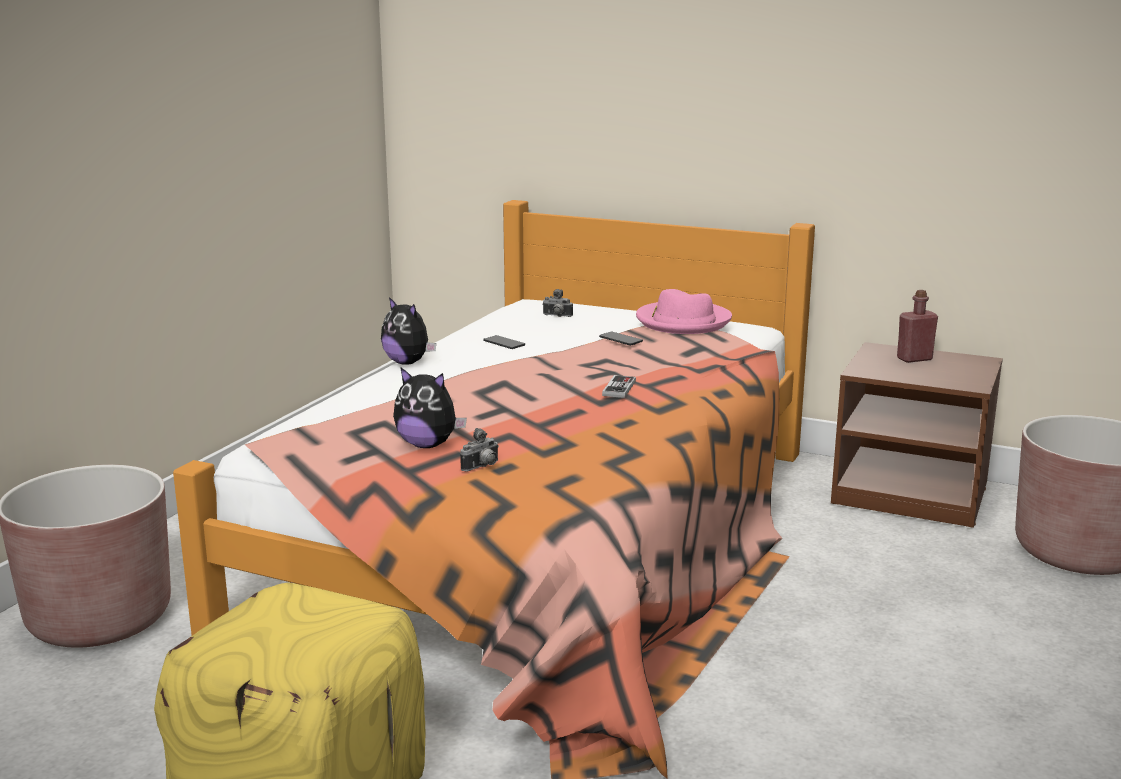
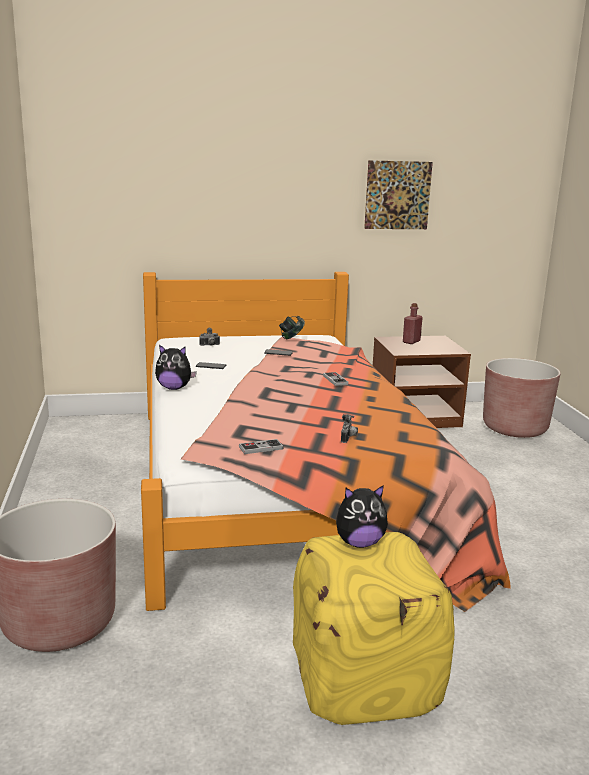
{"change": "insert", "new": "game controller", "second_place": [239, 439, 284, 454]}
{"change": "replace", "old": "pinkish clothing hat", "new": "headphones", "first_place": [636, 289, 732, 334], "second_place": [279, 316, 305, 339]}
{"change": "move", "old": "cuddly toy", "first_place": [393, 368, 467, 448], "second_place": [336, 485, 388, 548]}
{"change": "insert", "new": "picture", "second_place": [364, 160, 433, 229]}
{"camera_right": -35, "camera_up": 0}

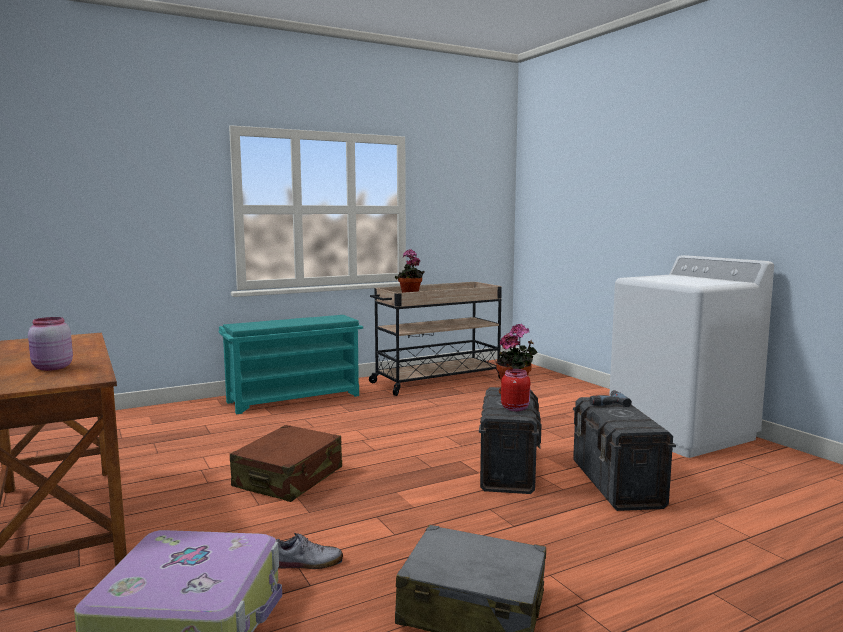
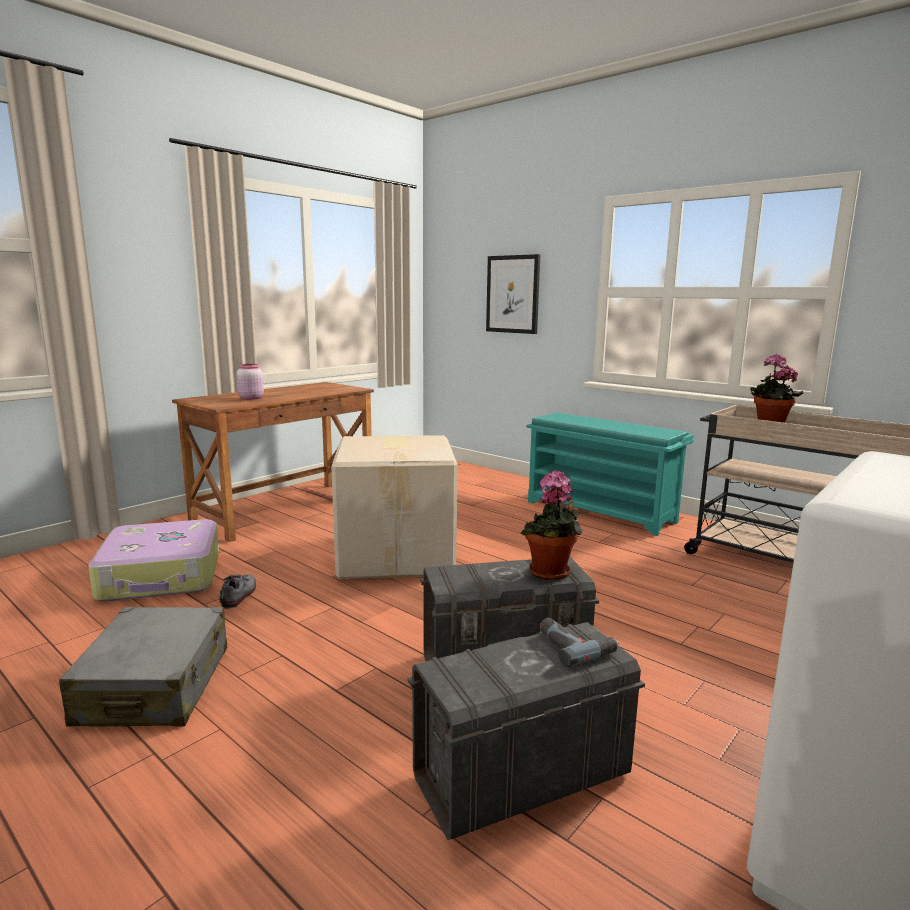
{"change": "rotate", "old": "shoe", "first_place": [276, 533, 343, 569], "second_place": [219, 574, 256, 609], "degrees": -150}
{"change": "replace", "old": "brown-coloured travel case", "new": "carton", "first_place": [230, 425, 342, 502], "second_place": [331, 435, 458, 579]}
{"change": "insert", "new": "picture", "second_place": [486, 254, 540, 334]}
{"change": "delete", "old": "reddish preserve jar", "first_place": [501, 369, 530, 411]}
{"camera_right": 70, "camera_up": 5}

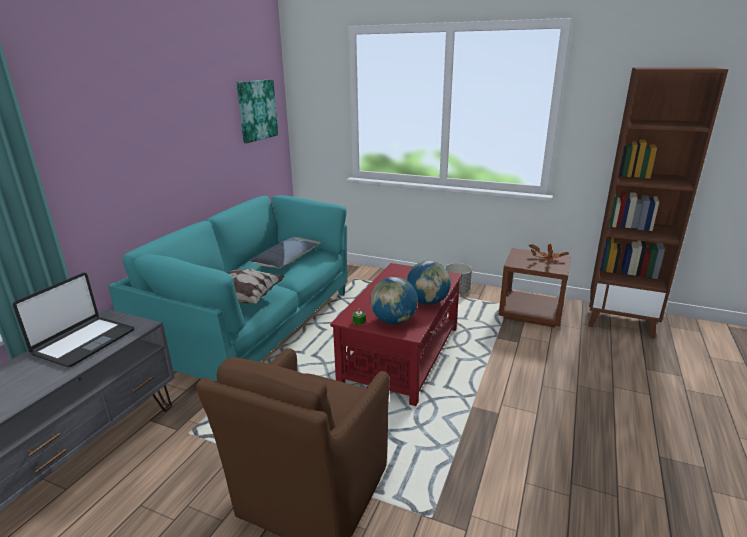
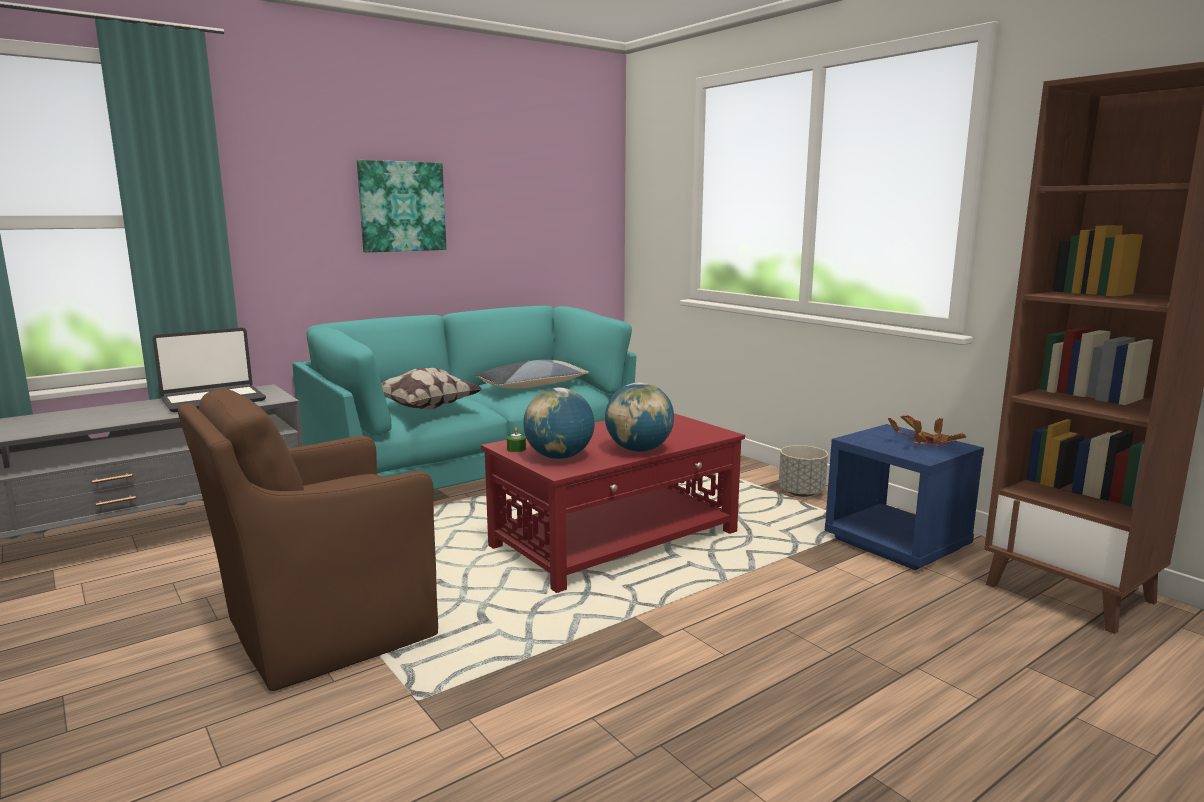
{"change": "move", "old": "picture", "first_place": [237, 79, 278, 143], "second_place": [357, 160, 447, 252]}
{"change": "recolor", "old": "brown-coloured bedside table", "new": "bluish bedside table", "first_place": [499, 248, 571, 327], "second_place": [825, 424, 984, 570]}
{"camera_right": 30, "camera_up": -10}

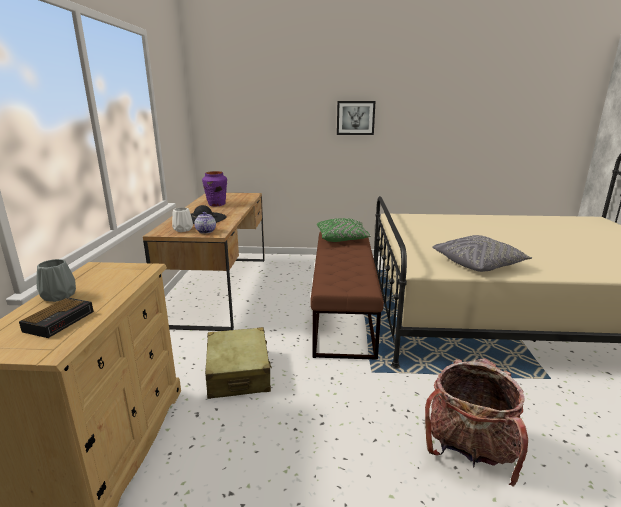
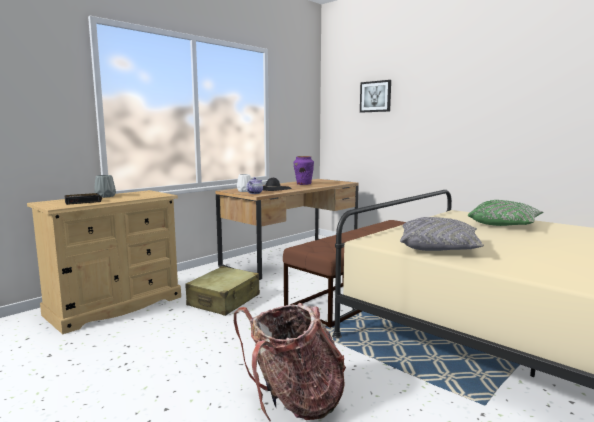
{"change": "move", "old": "picture", "first_place": [337, 101, 375, 135], "second_place": [360, 80, 391, 113]}
{"change": "move", "old": "greenish pillow", "first_place": [317, 218, 371, 242], "second_place": [468, 200, 543, 226]}
{"camera_right": 40, "camera_up": -10}

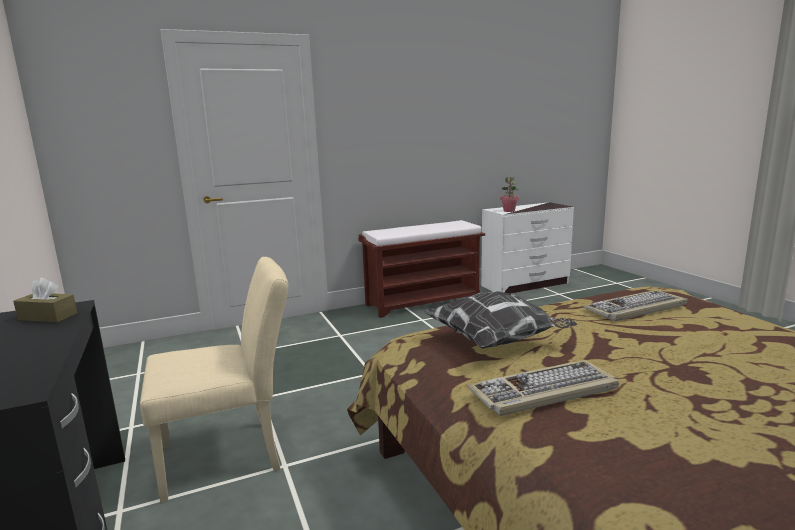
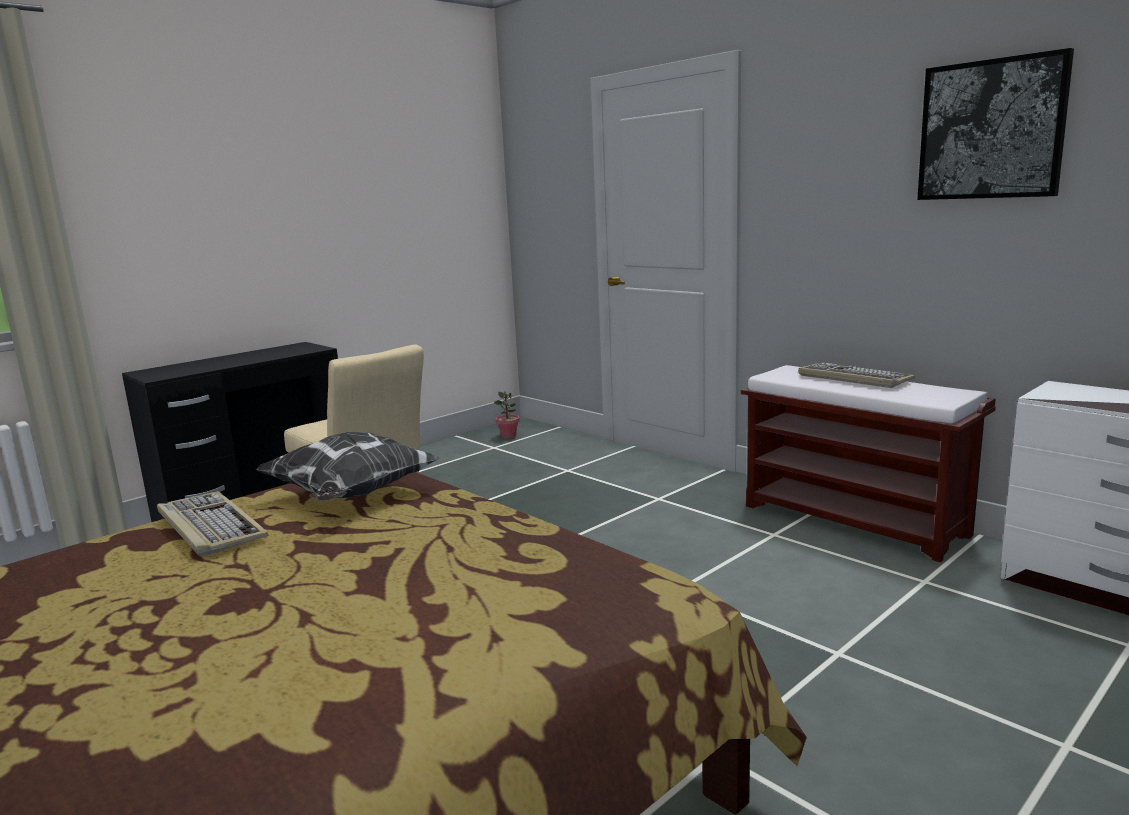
{"change": "move", "old": "plant in a pot", "first_place": [500, 176, 519, 212], "second_place": [494, 391, 520, 438]}
{"change": "move", "old": "computer keyboard", "first_place": [583, 290, 688, 321], "second_place": [798, 363, 915, 388]}
{"change": "insert", "new": "picture", "second_place": [917, 48, 1074, 200]}
{"change": "delete", "old": "brown-coloured tissue holder", "first_place": [13, 278, 77, 323]}
{"camera_right": 70, "camera_up": 0}

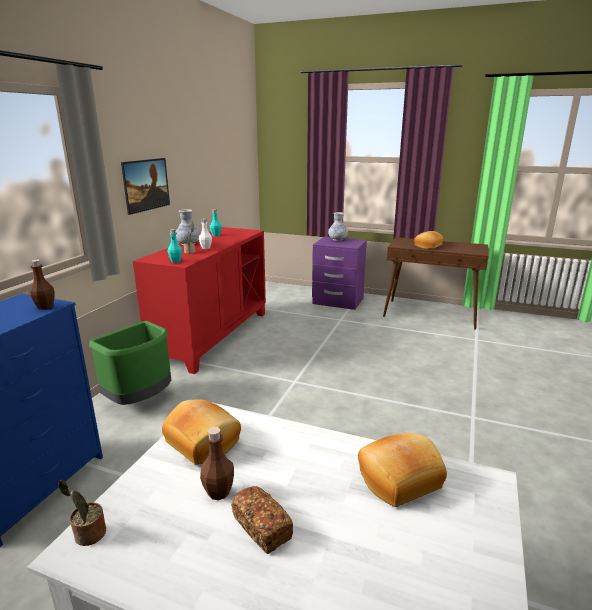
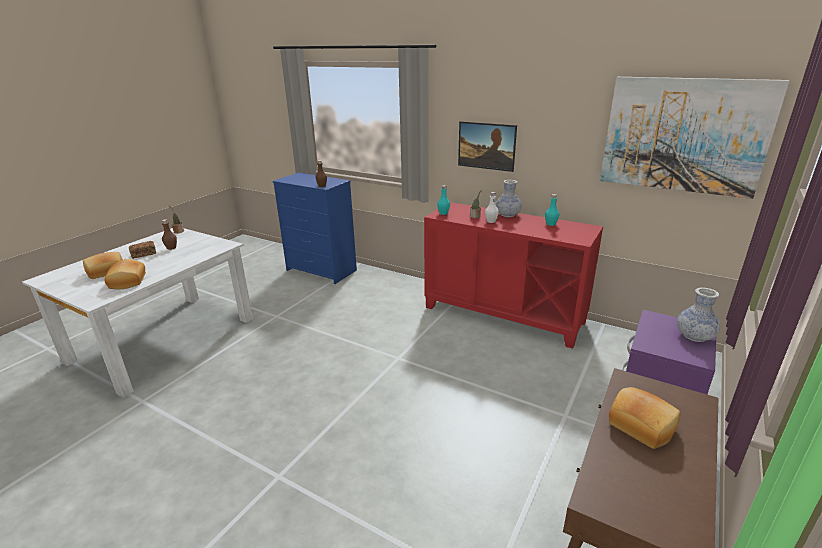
{"change": "move", "old": "baked bread", "first_place": [162, 400, 241, 465], "second_place": [83, 252, 123, 279]}
{"change": "insert", "new": "picture", "second_place": [600, 77, 789, 199]}
{"change": "delete", "old": "greenish rubbish bin", "first_place": [89, 321, 171, 405]}
{"camera_right": 100, "camera_up": 5}

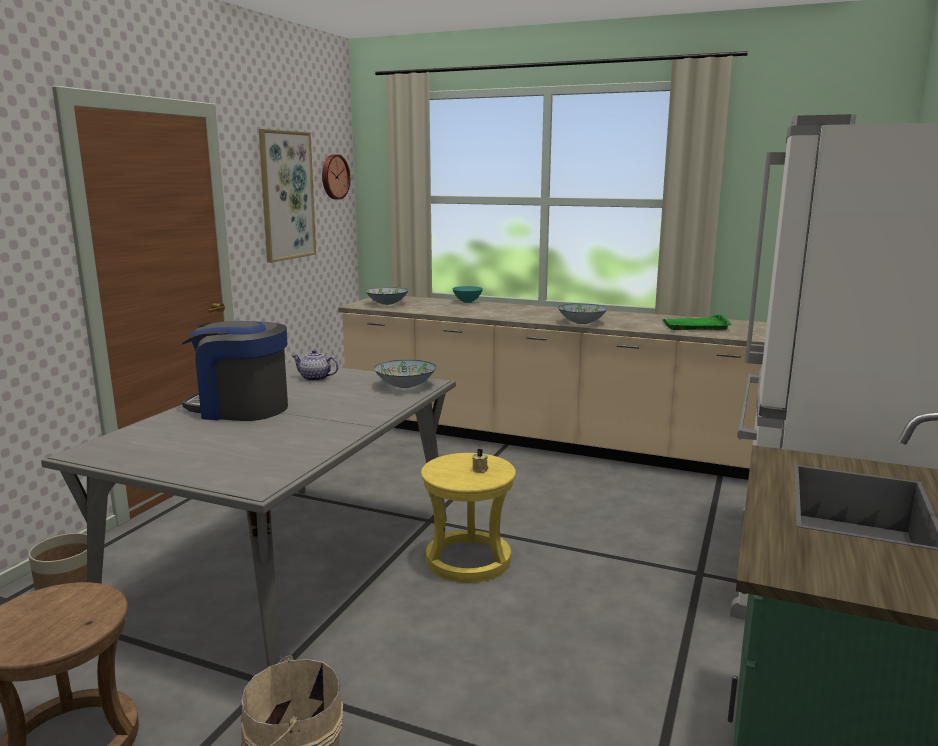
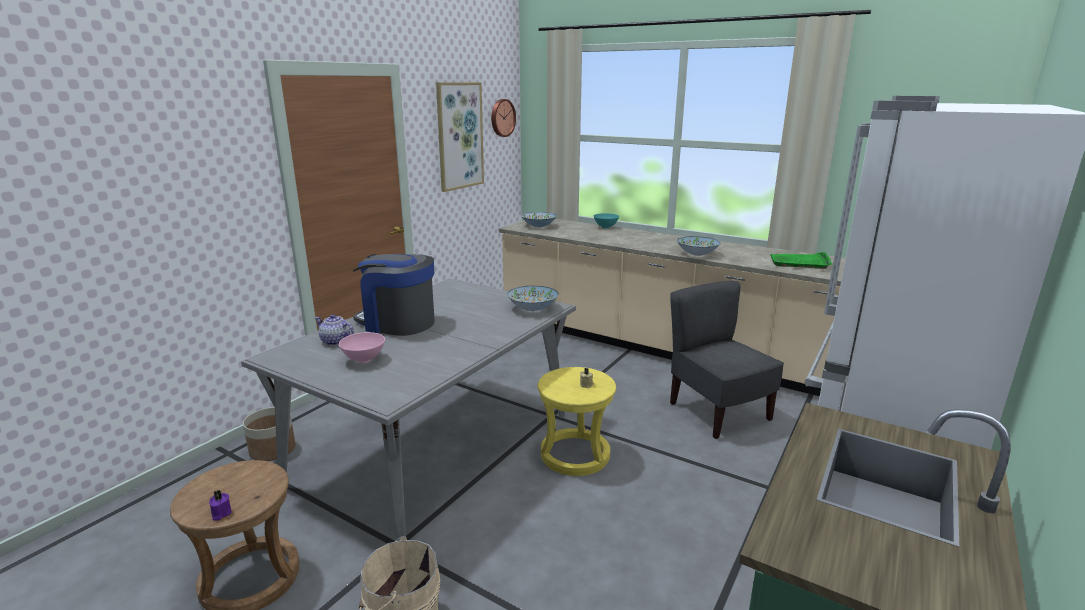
{"change": "insert", "new": "purplish candle", "second_place": [209, 490, 232, 521]}
{"change": "move", "old": "pot for tea", "first_place": [291, 349, 339, 381], "second_place": [315, 314, 354, 346]}
{"change": "insert", "new": "pinkish bowl", "second_place": [339, 332, 385, 363]}
{"change": "insert", "new": "grey chair", "second_place": [670, 281, 784, 439]}
{"camera_right": 10, "camera_up": 5}

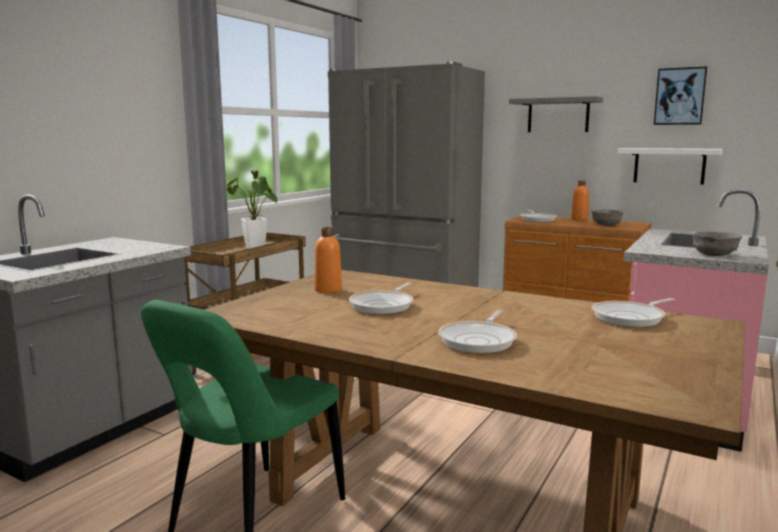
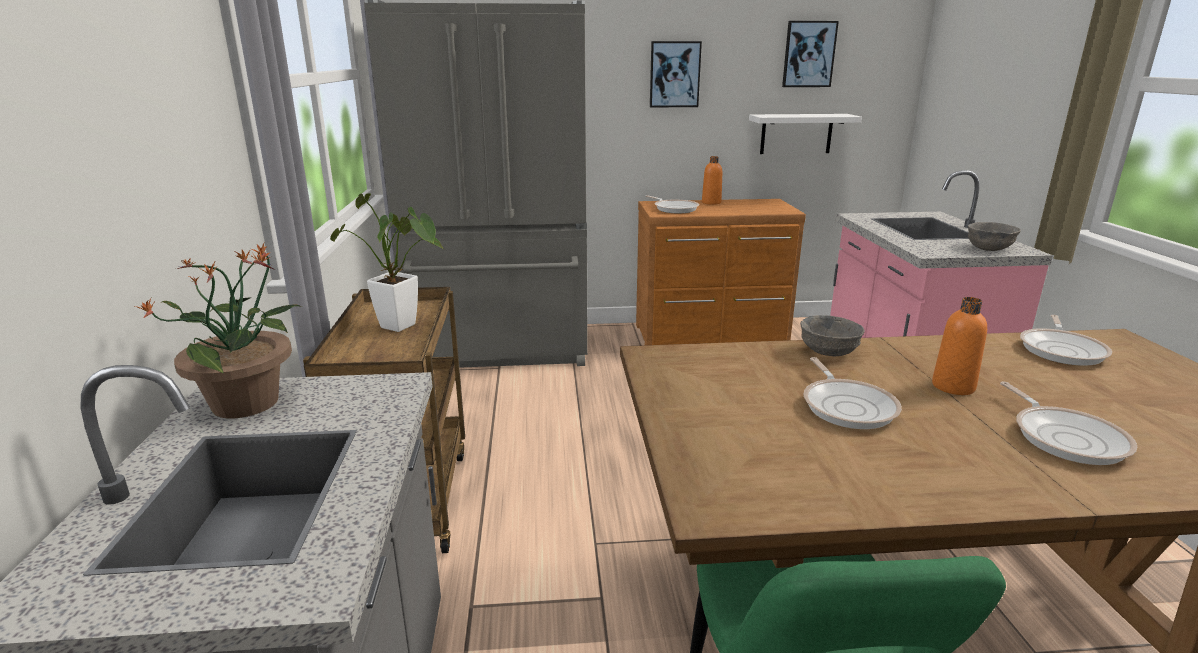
{"change": "insert", "new": "plant in a pot", "second_place": [135, 241, 302, 418]}
{"change": "replace", "old": "grey shelf", "new": "picture", "first_place": [509, 96, 603, 132], "second_place": [650, 41, 702, 107]}
{"change": "move", "old": "grey bowl", "first_place": [591, 209, 623, 226], "second_place": [800, 315, 865, 357]}
{"change": "move", "old": "orange-coloured beverage bottle", "first_place": [315, 227, 342, 293], "second_place": [932, 297, 987, 395]}
{"camera_right": -35, "camera_up": 10}

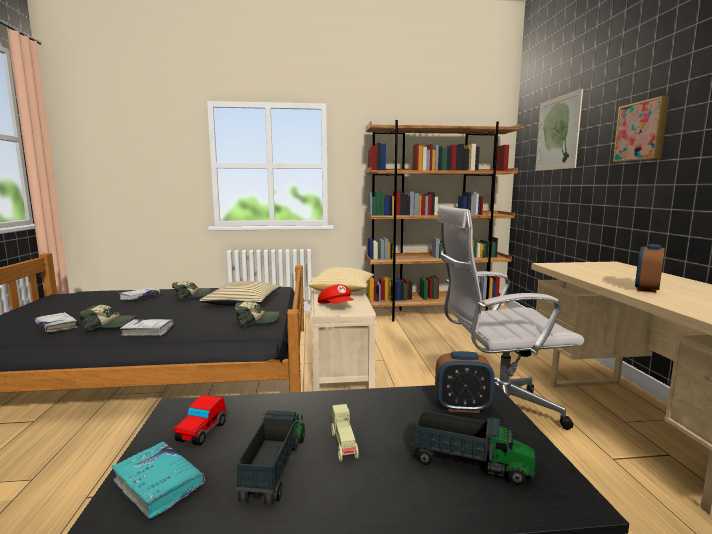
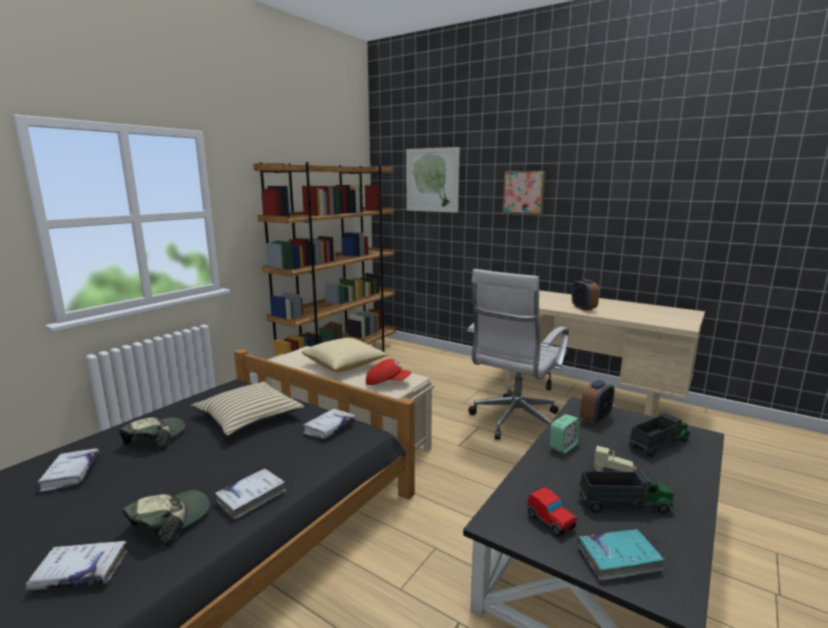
{"change": "replace", "old": "peaked cap", "new": "white-coloured bound book", "first_place": [234, 302, 279, 328], "second_place": [303, 409, 355, 439]}
{"change": "insert", "new": "bedside clock", "second_place": [550, 414, 580, 454]}
{"change": "rotate", "old": "model truck", "first_place": [236, 410, 305, 504], "second_place": [578, 468, 674, 514], "degrees": 135}
{"camera_right": -50, "camera_up": 5}

